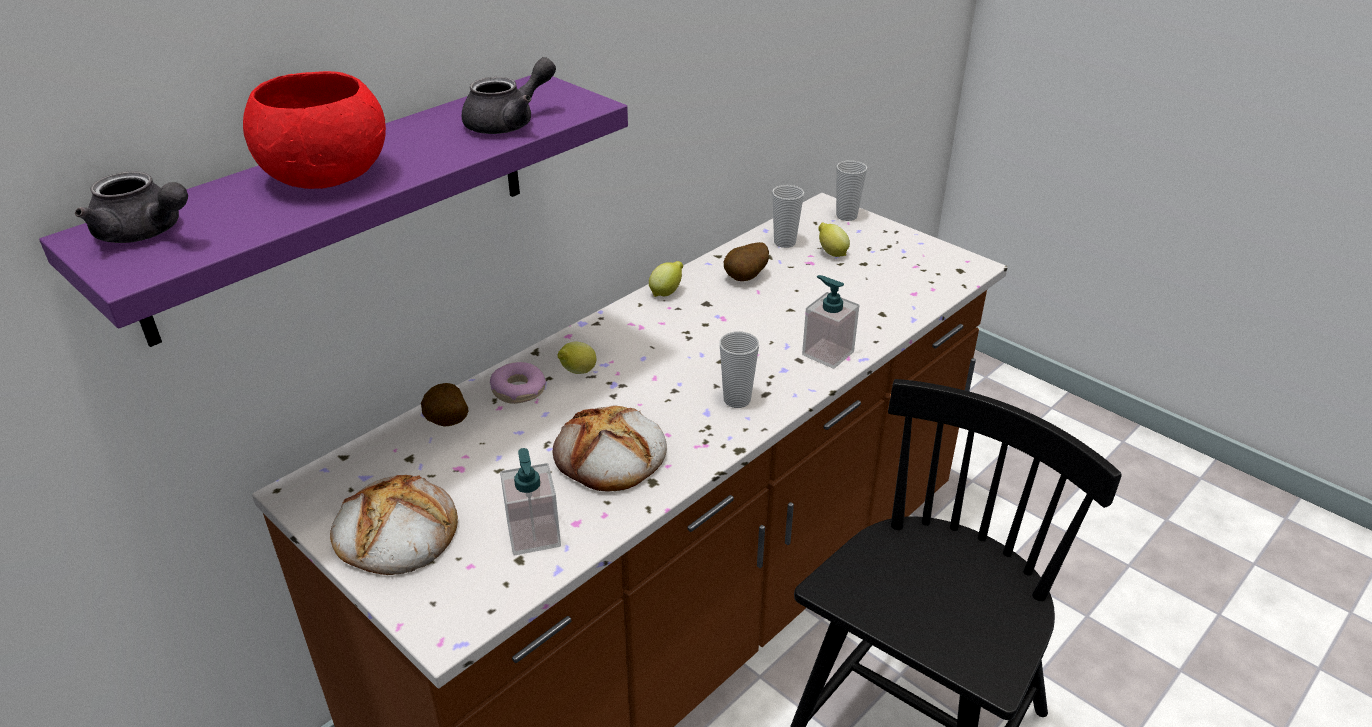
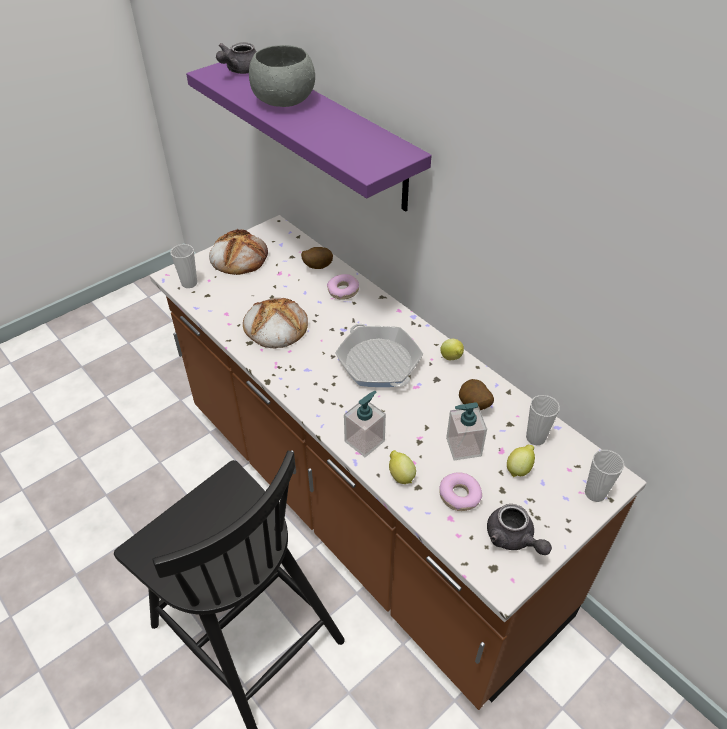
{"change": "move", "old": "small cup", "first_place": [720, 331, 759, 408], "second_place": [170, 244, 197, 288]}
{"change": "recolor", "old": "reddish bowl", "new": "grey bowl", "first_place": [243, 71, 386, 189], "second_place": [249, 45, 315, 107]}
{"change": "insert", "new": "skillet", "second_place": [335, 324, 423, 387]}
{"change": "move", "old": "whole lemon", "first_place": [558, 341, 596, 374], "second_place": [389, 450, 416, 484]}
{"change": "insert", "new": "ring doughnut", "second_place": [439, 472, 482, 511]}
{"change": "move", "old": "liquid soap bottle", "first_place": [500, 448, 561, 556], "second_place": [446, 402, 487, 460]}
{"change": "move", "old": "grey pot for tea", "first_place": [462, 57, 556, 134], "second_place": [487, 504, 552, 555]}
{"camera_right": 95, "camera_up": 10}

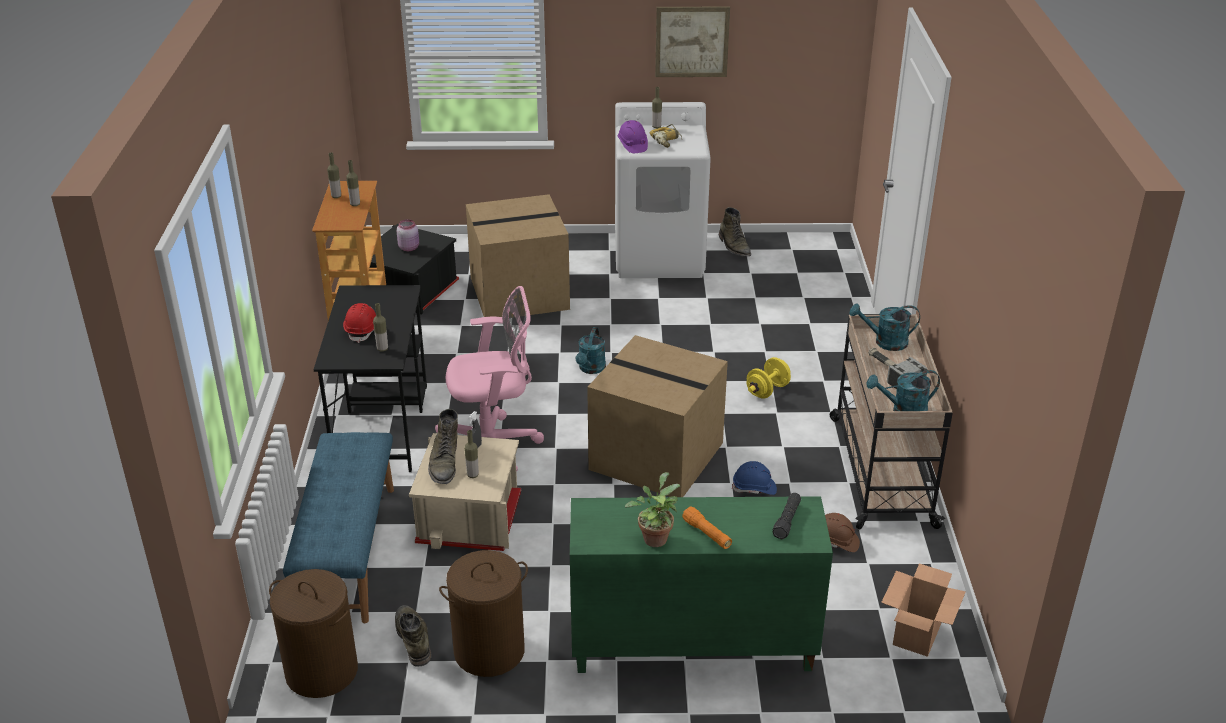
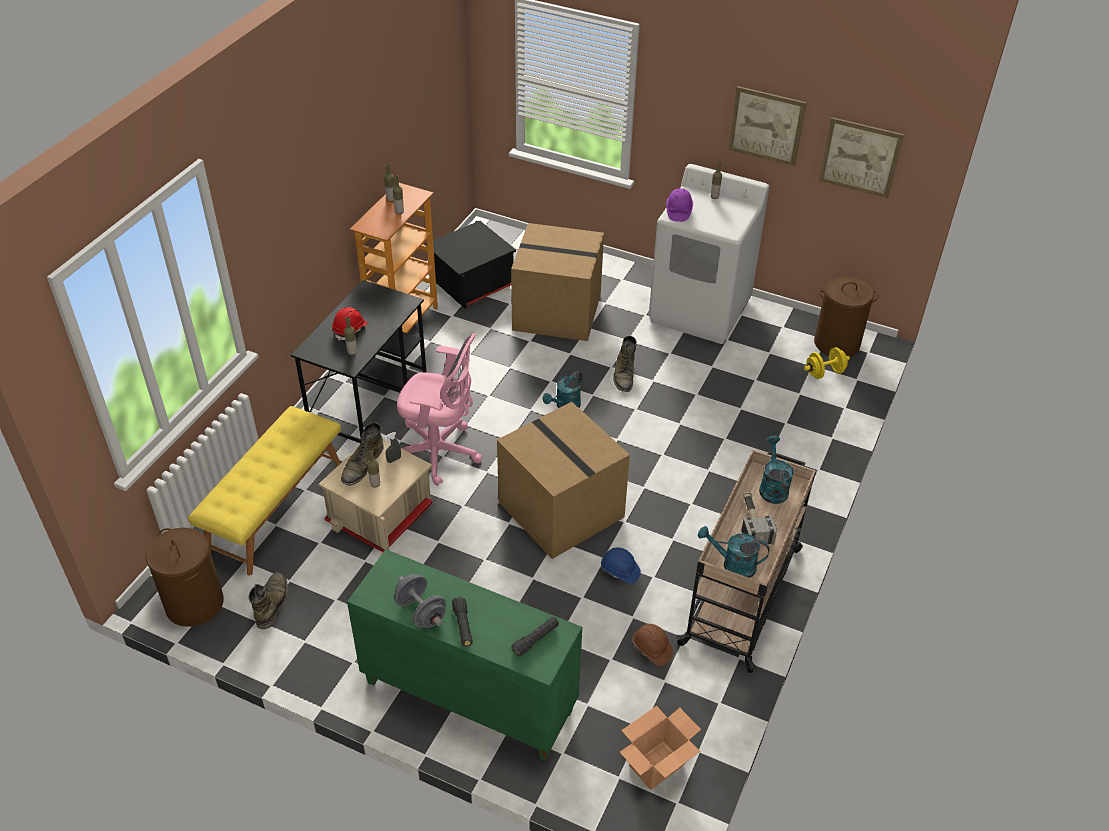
{"change": "recolor", "old": "bluish bench", "new": "yellow-coloured bench", "first_place": [283, 432, 394, 623], "second_place": [188, 406, 341, 576]}
{"change": "replace", "old": "plant in a pot", "new": "grey free weight", "first_place": [625, 472, 680, 547], "second_place": [394, 574, 446, 628]}
{"change": "recolor", "old": "orange-coloured flashlight", "new": "black-coloured flashlight", "first_place": [682, 506, 732, 549], "second_place": [452, 597, 473, 647]}
{"change": "move", "old": "greenish tall boot", "first_place": [719, 207, 751, 256], "second_place": [613, 336, 637, 392]}
{"change": "rotate", "old": "turquoise-coloured watering can", "first_place": [849, 303, 920, 351], "second_place": [759, 436, 794, 504], "degrees": 60}
{"change": "move", "old": "yellow-coloured free weight", "first_place": [747, 357, 791, 399], "second_place": [804, 347, 850, 379]}
{"change": "move", "old": "brown-coloured laundry basket", "first_place": [439, 550, 528, 677], "second_place": [814, 276, 879, 357]}
{"change": "insert", "new": "picture", "second_place": [819, 117, 904, 198]}
{"change": "delete", "old": "pinkish preserve jar", "first_place": [397, 219, 419, 251]}
{"change": "delete", "old": "electric drill", "first_place": [650, 124, 682, 148]}
{"camera_right": 25, "camera_up": 10}

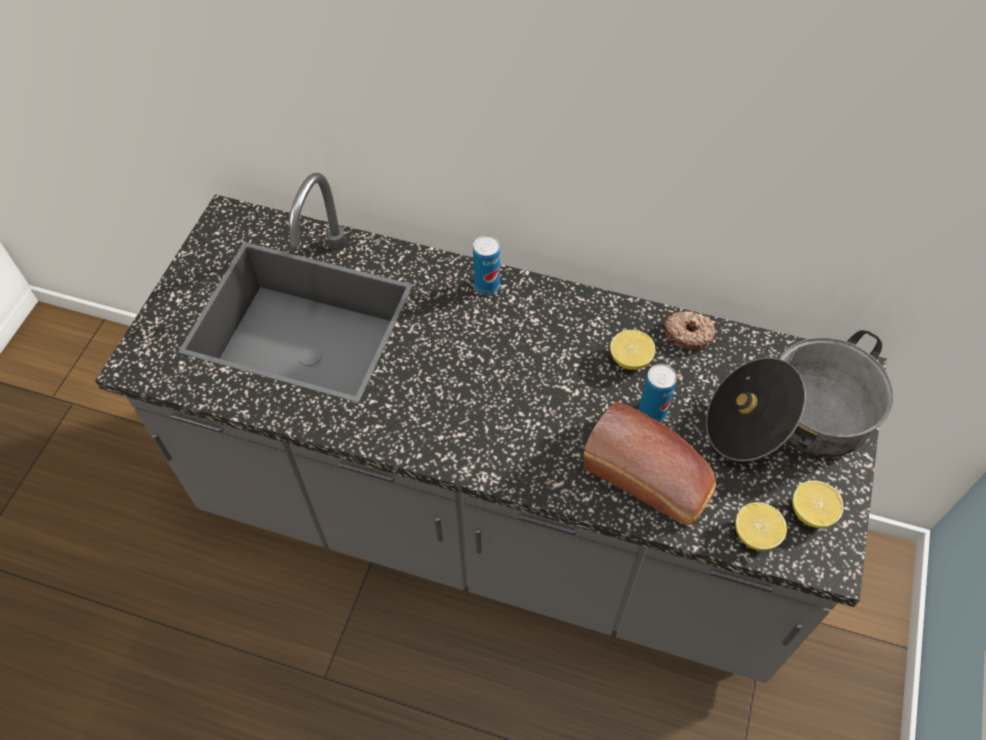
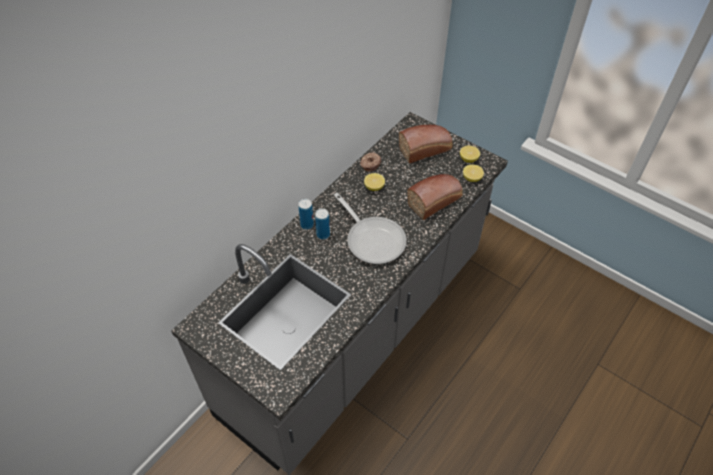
{"change": "move", "old": "can", "first_place": [639, 364, 677, 422], "second_place": [315, 208, 330, 240]}
{"change": "insert", "new": "skillet", "second_place": [334, 193, 407, 264]}
{"change": "replace", "old": "saucepot", "new": "baked bread", "first_place": [706, 330, 893, 461], "second_place": [399, 125, 453, 164]}
{"camera_right": -70, "camera_up": -5}

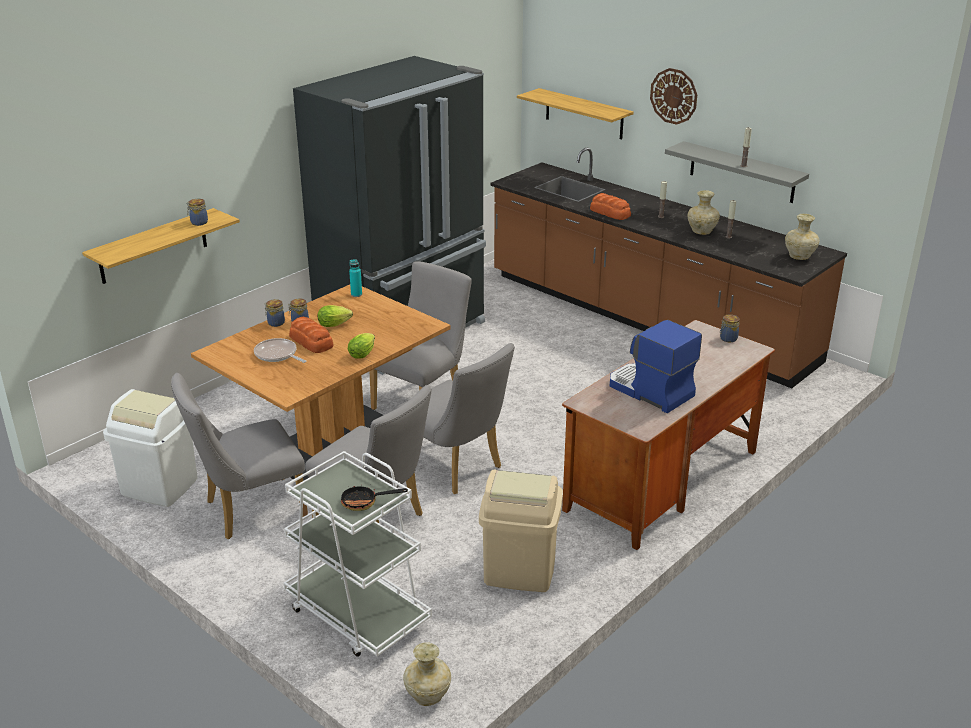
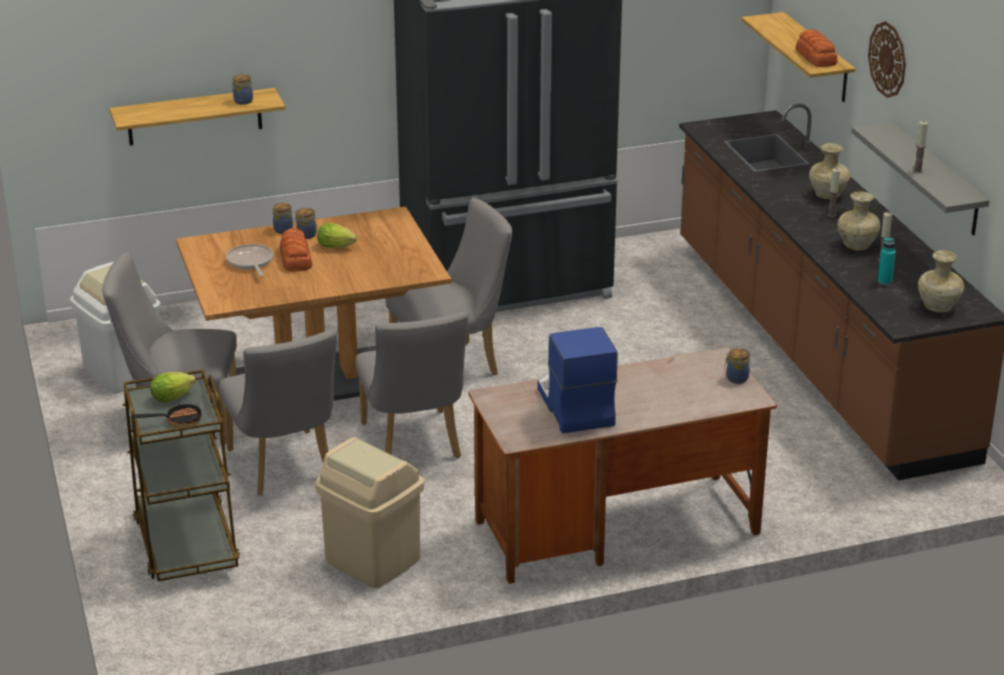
{"change": "recolor", "old": "white-coloured cart", "new": "brown-coloured cart", "first_place": [284, 451, 432, 657], "second_place": [122, 370, 240, 581]}
{"change": "rotate", "old": "skillet", "first_place": [341, 486, 408, 511], "second_place": [131, 401, 202, 428], "degrees": 135}
{"change": "move", "old": "lettuce head", "first_place": [348, 333, 375, 359], "second_place": [150, 372, 196, 402]}
{"change": "move", "old": "baked bread", "first_place": [590, 193, 631, 220], "second_place": [796, 29, 838, 67]}
{"change": "move", "old": "beige vase", "first_place": [403, 642, 451, 706], "second_place": [809, 143, 850, 199]}
{"change": "move", "old": "turquoise-coloured beverage bottle", "first_place": [349, 259, 362, 297], "second_place": [878, 237, 896, 285]}
{"camera_right": 30, "camera_up": 0}

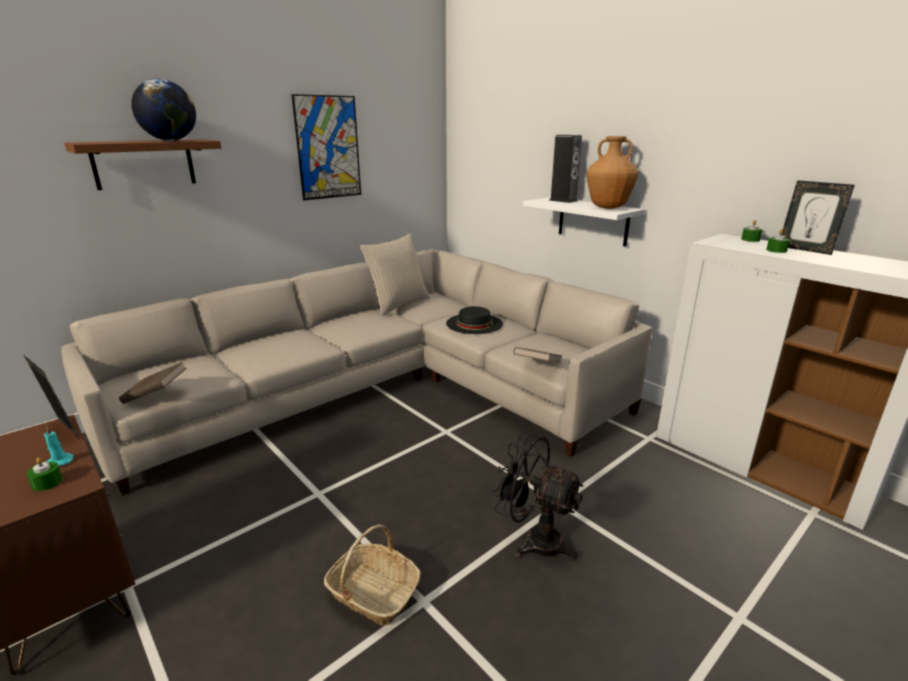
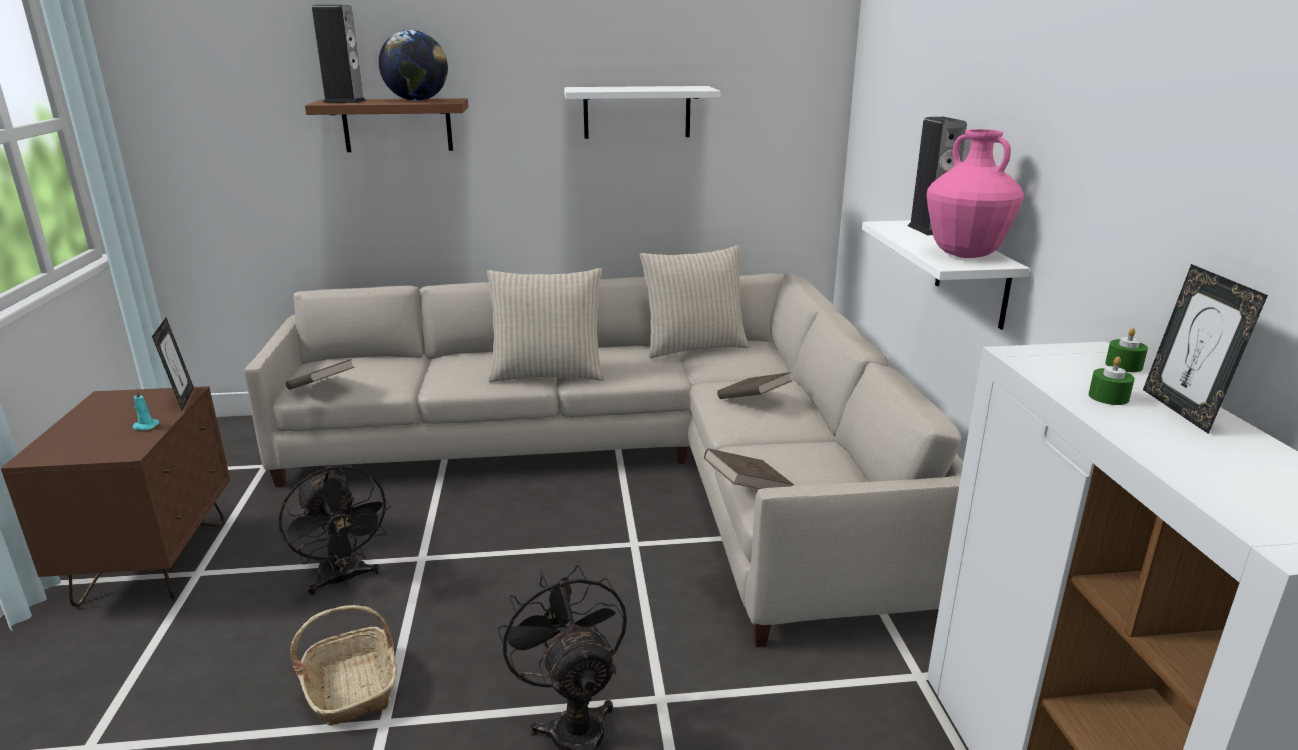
{"change": "insert", "new": "black-coloured fan", "second_place": [278, 466, 391, 595]}
{"change": "insert", "new": "loudspeaker", "second_place": [312, 5, 366, 103]}
{"change": "insert", "new": "beige pillow", "second_place": [487, 268, 604, 382]}
{"change": "replace", "old": "picture", "new": "white-coloured shelf", "first_place": [291, 94, 361, 201], "second_place": [564, 86, 720, 139]}
{"change": "replace", "old": "black-coloured clothing hat", "new": "brown-coloured bound book", "first_place": [446, 306, 503, 334], "second_place": [717, 372, 792, 399]}
{"change": "recolor", "old": "brown-coloured vase", "new": "pinkish vase", "first_place": [586, 136, 639, 209], "second_place": [927, 129, 1024, 258]}
{"change": "delete", "old": "greenish candle", "first_place": [26, 458, 63, 491]}
{"camera_right": 35, "camera_up": 0}

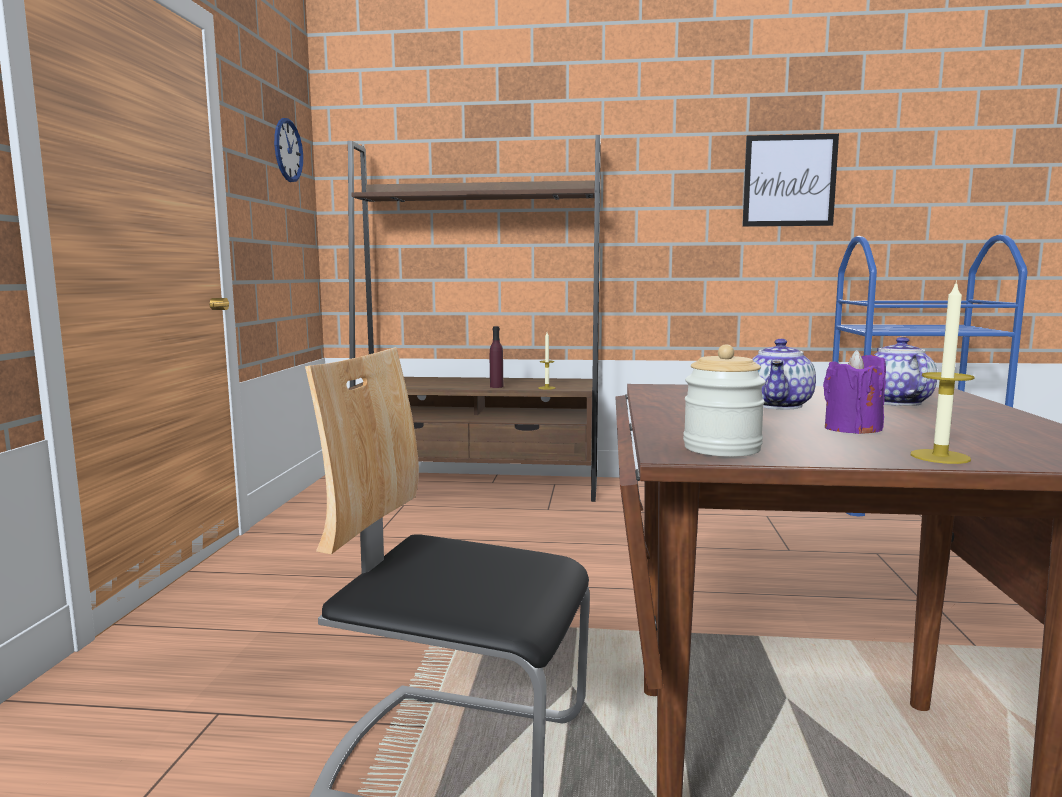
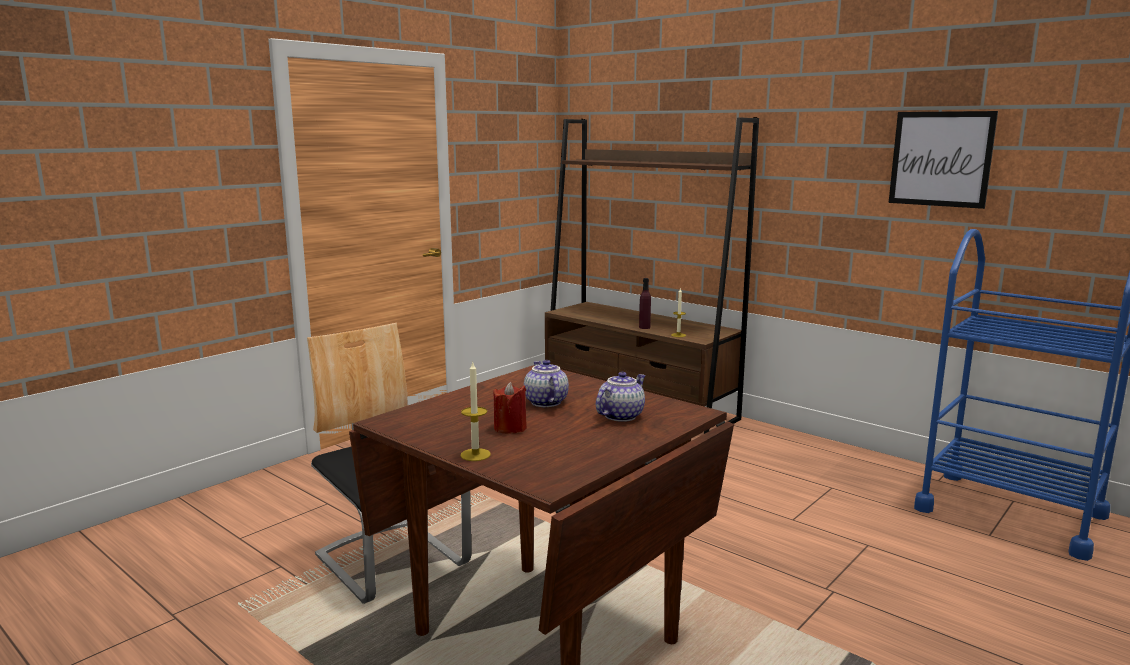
{"change": "recolor", "old": "purplish candle", "new": "reddish candle", "first_place": [823, 350, 886, 434], "second_place": [493, 382, 527, 434]}
{"change": "rotate", "old": "pot for tea", "first_place": [752, 339, 816, 410], "second_place": [524, 360, 569, 407], "degrees": 105}
{"change": "delete", "old": "clock on the wall", "first_place": [274, 118, 303, 182]}
{"change": "delete", "old": "preserve jar", "first_place": [683, 345, 766, 457]}
{"camera_right": 35, "camera_up": 5}

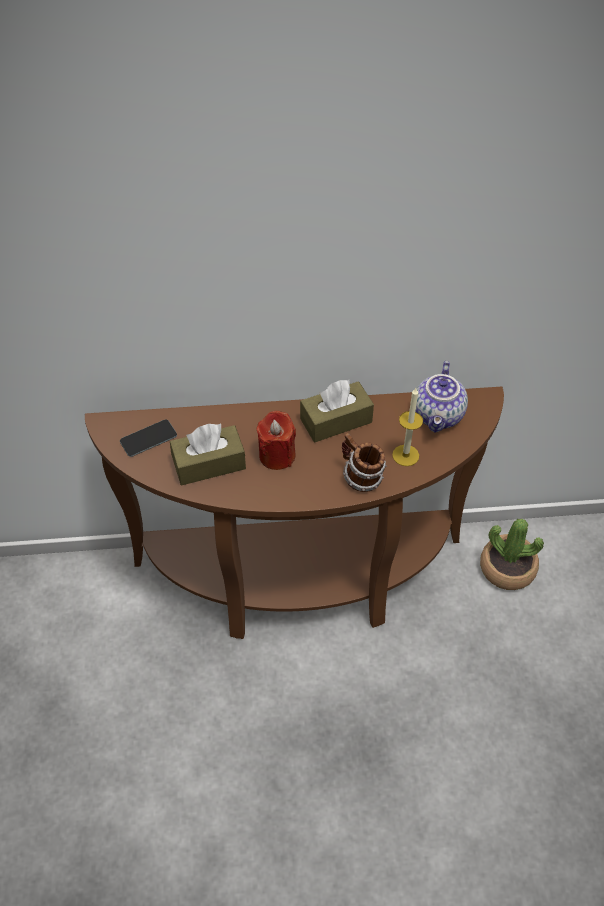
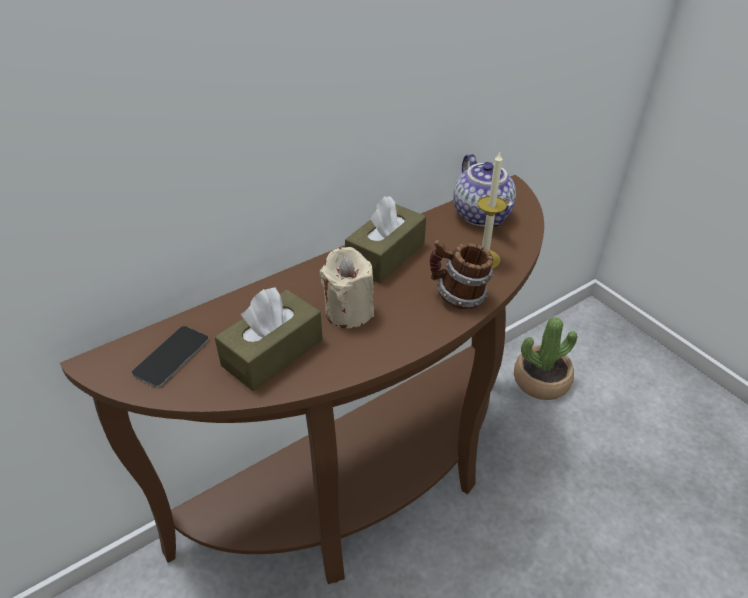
{"change": "recolor", "old": "reddish candle", "new": "beige candle", "first_place": [256, 411, 296, 470], "second_place": [320, 247, 374, 328]}
{"camera_right": -30, "camera_up": -10}

